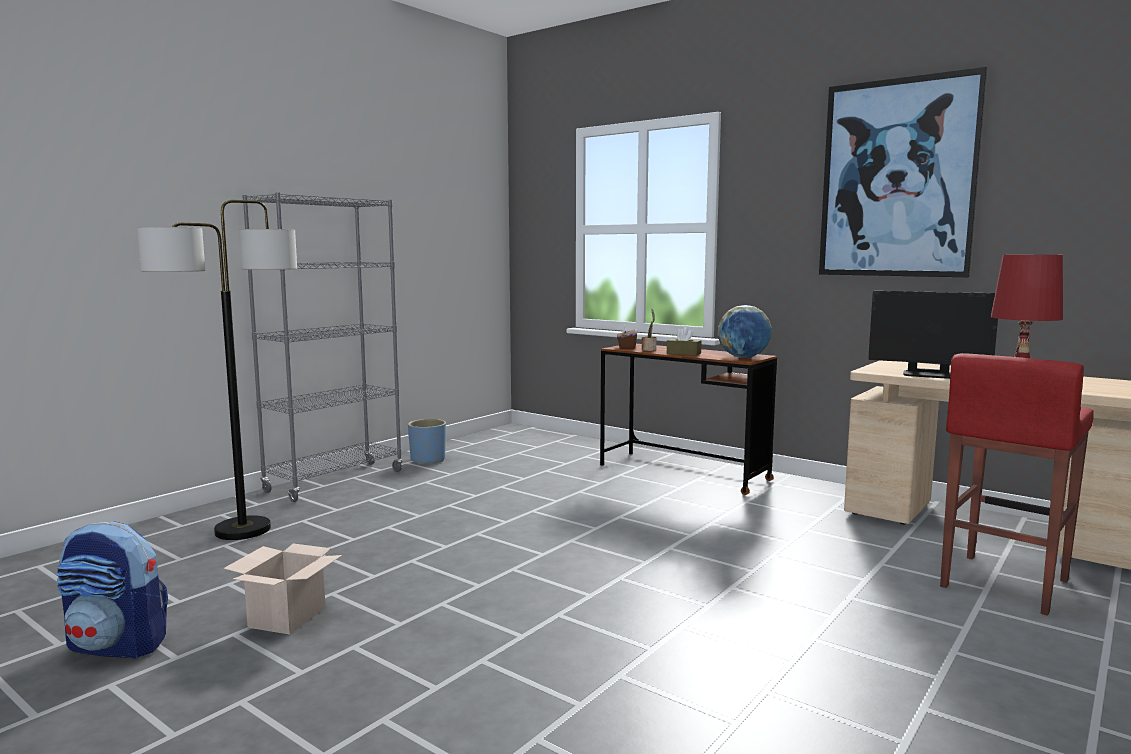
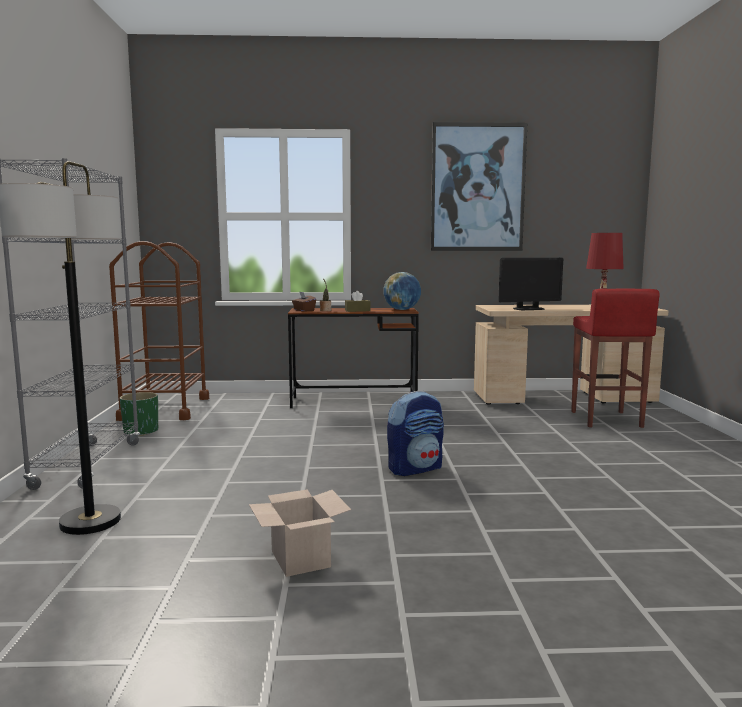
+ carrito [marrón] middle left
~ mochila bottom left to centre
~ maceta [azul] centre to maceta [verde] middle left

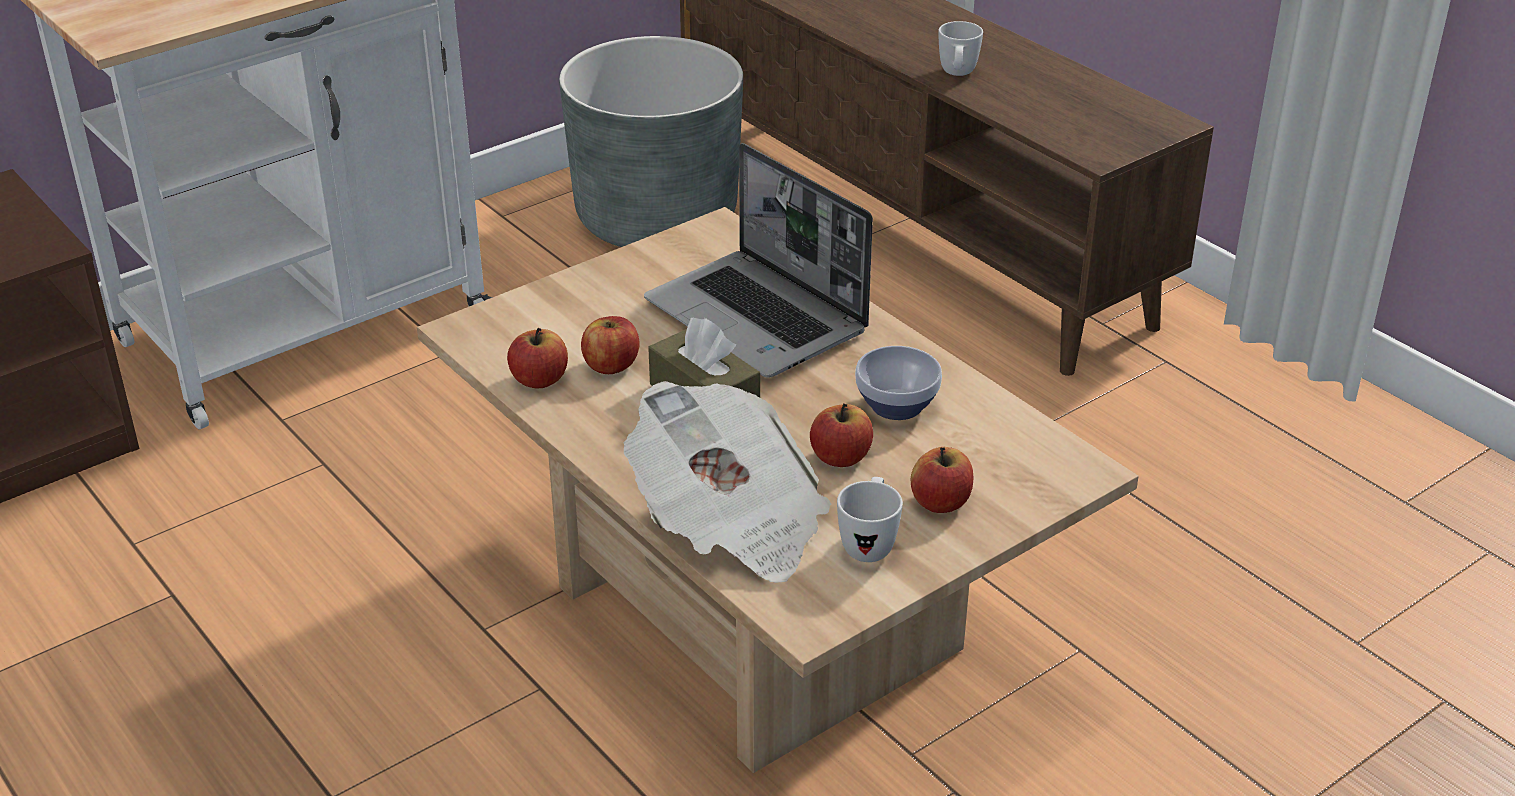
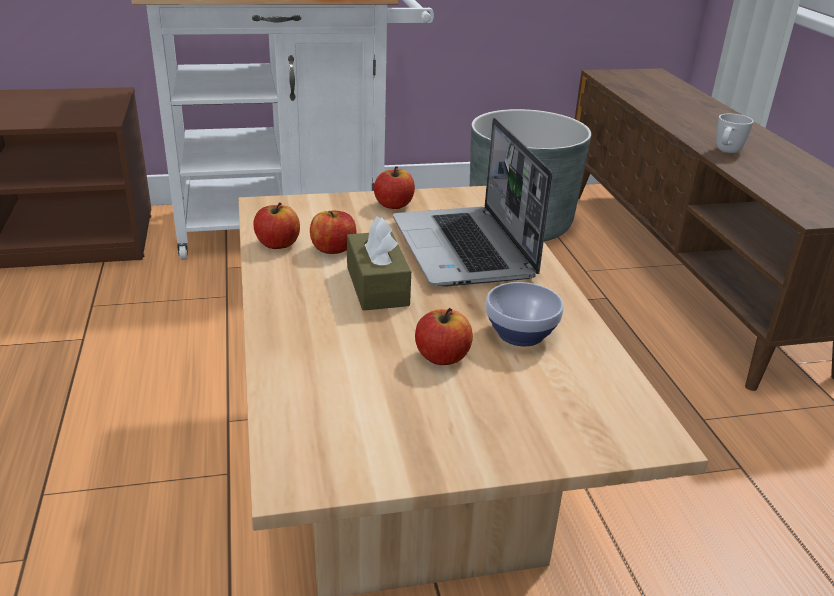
- periódico centre
- taza grande [blanco] (no. 1 from left) centre
~ manzana (no. 4 from left in the first image) centre to manzana (no. 3 from left) top centre

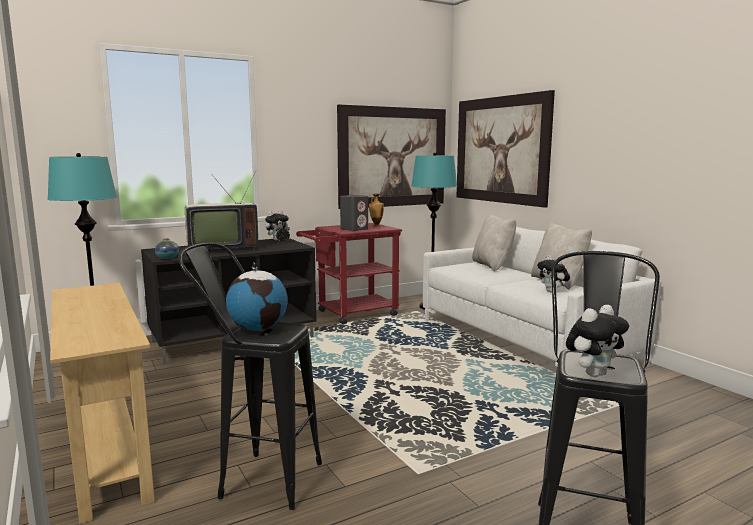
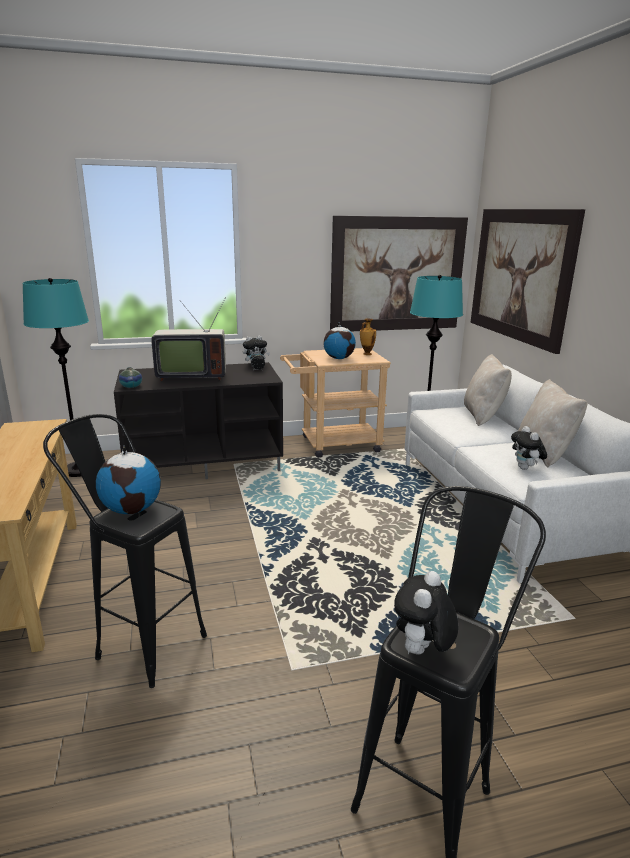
~ altavoz [gris] centre to globo terráqueo (no. 2 from left) centre
~ carrito [rojo] centre to carrito [beis] centre
~ peluche (no. 3 from left in the first image) middle right = bottom right 135 degrees clockwise

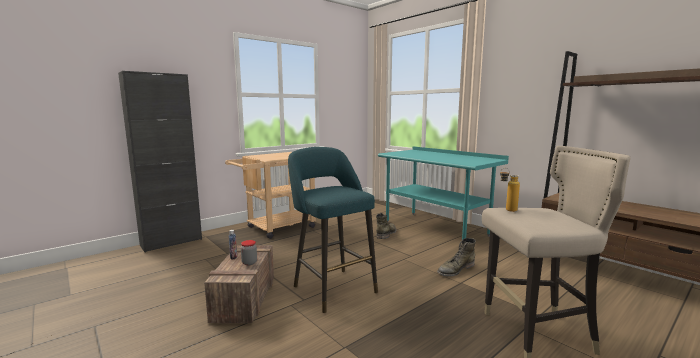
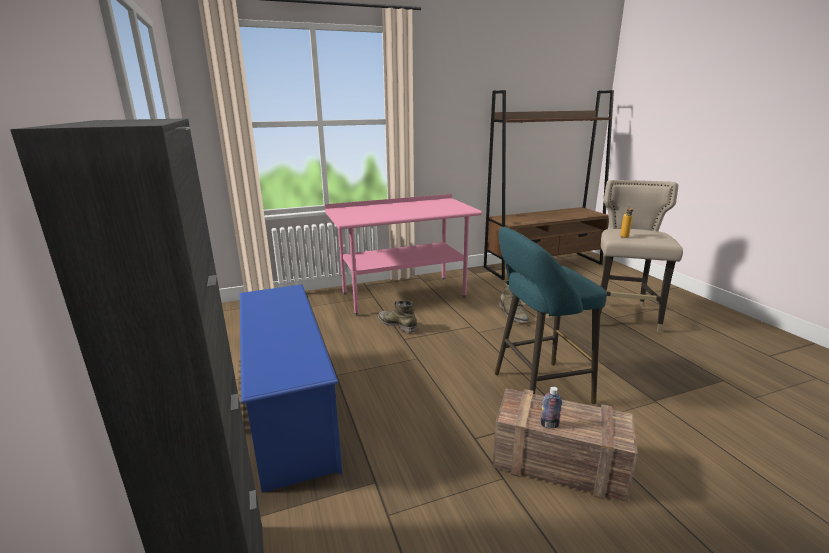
- tarro bottom centre
~ carrito [beis] centre to zapatero [azul] bottom centre
~ escritorio [turquesa] centre to escritorio [rosa] centre

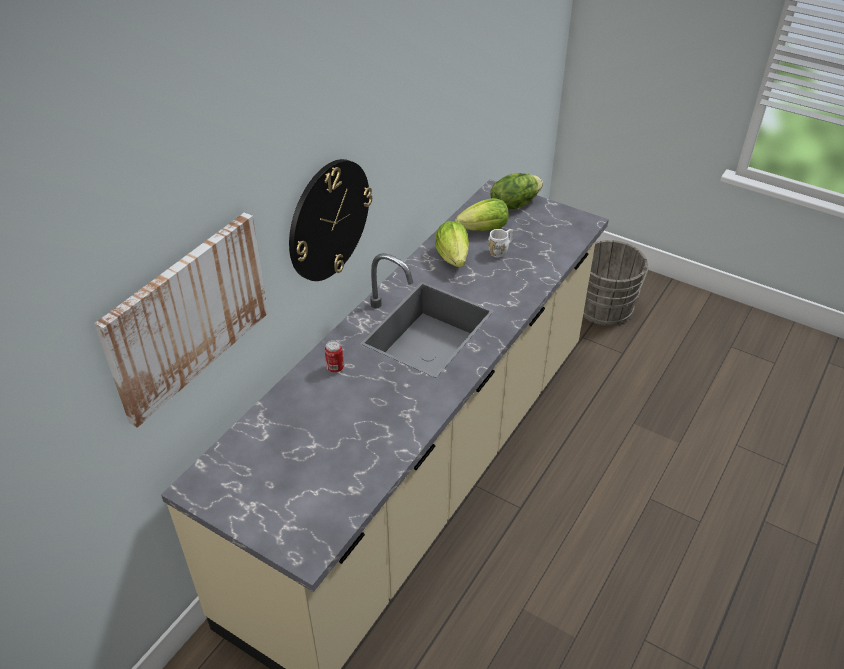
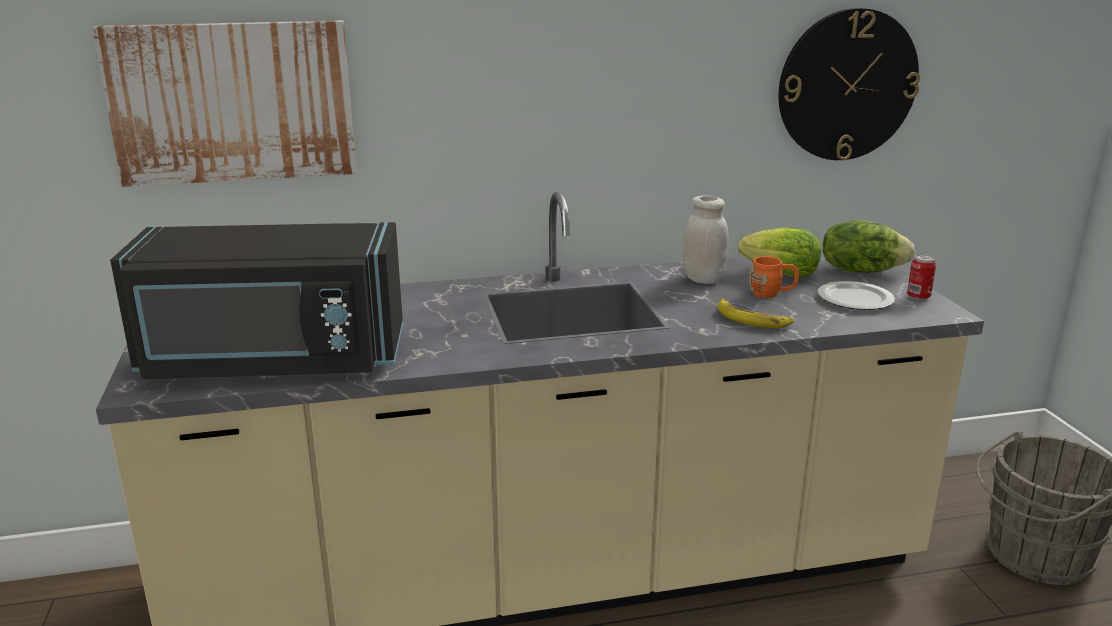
+ microondas [negro] middle left
+ plátano middle right
+ plato middle right
~ reloj de pared top centre to top right
~ lata centre to middle right
~ lechuga (no. 1 from left) centre to tarro [blanco] centre
~ taza grande [blanco] centre to taza grande [naranja] middle right

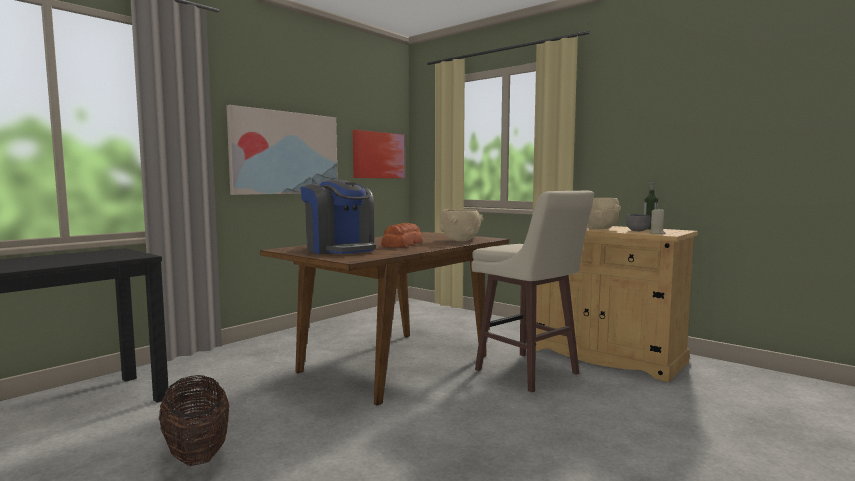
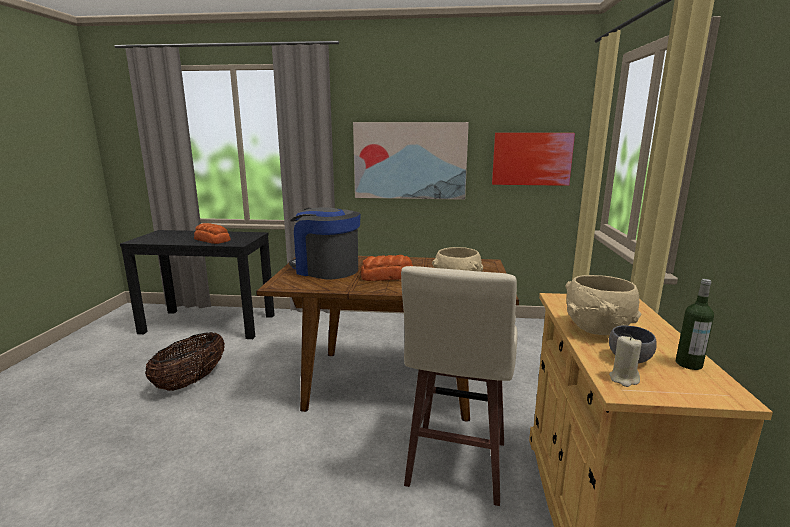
+ pan (no. 1 from left) middle left
~ cafetera centre = centre 105 degrees clockwise

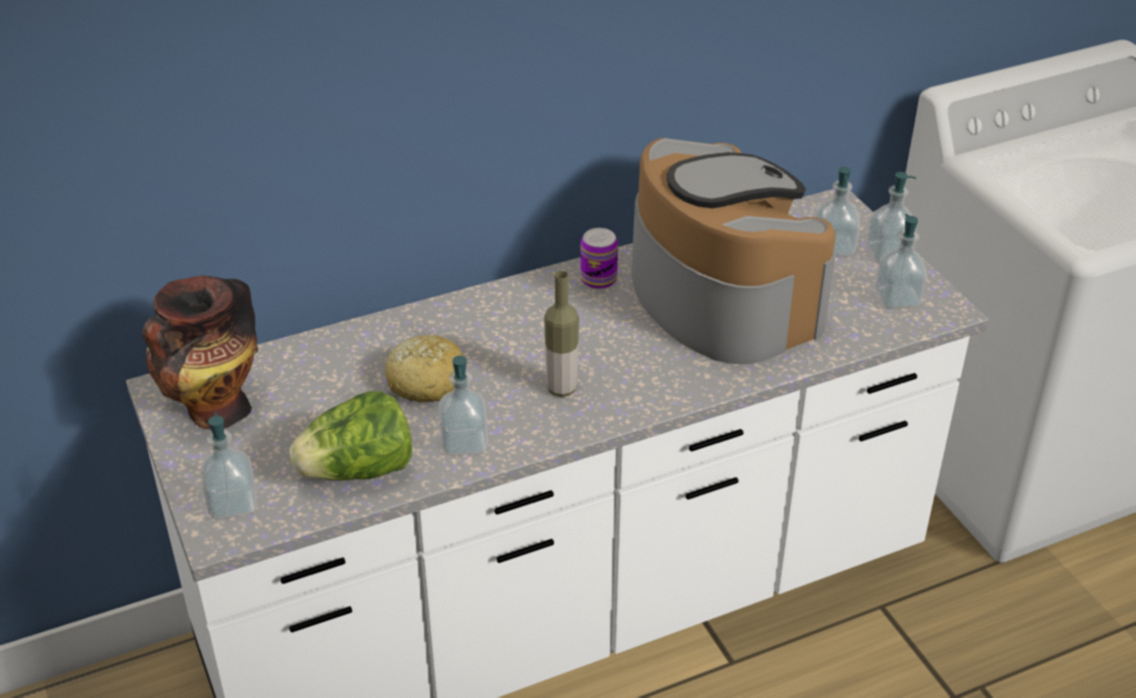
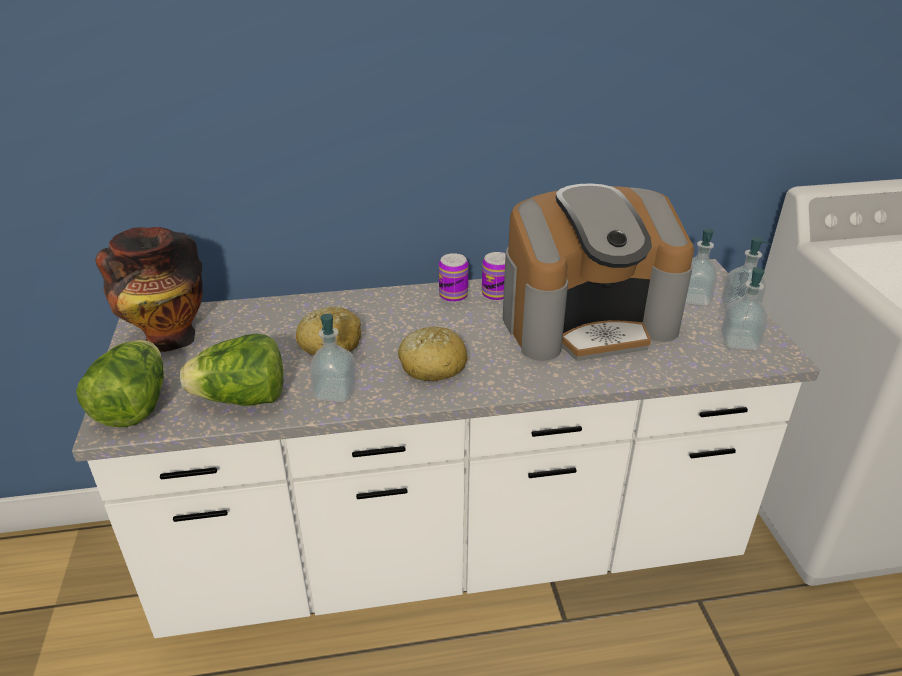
+ lata (no. 1 from left) centre
~ dispensador de jabón (no. 1 from left) middle left to lechuga (no. 1 from left) middle left
~ botella centre to pan (no. 2 from left) centre
~ cafetera centre = centre 90 degrees clockwise

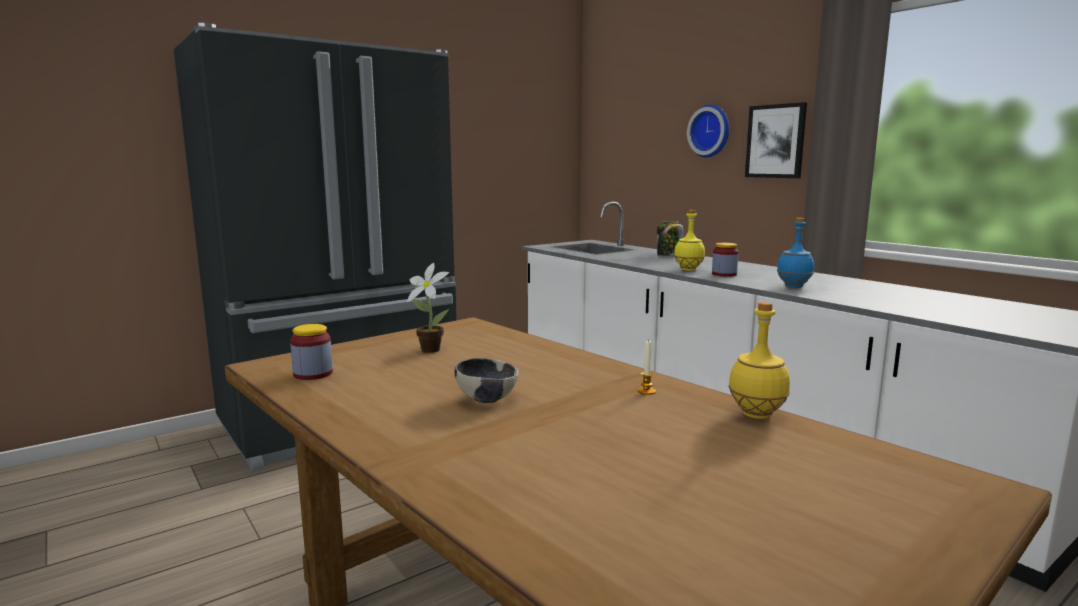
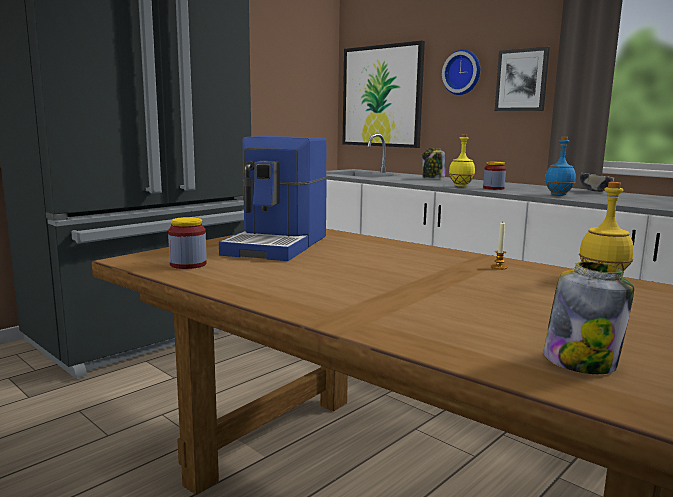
+ cuadro (no. 1 from left) top centre
+ tarro (no. 4 from left) middle right
~ cuenco centre to middle right
~ planta en maceta centre to cafetera centre

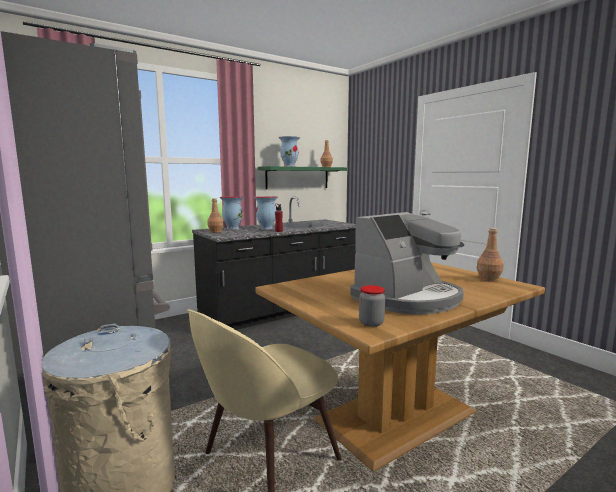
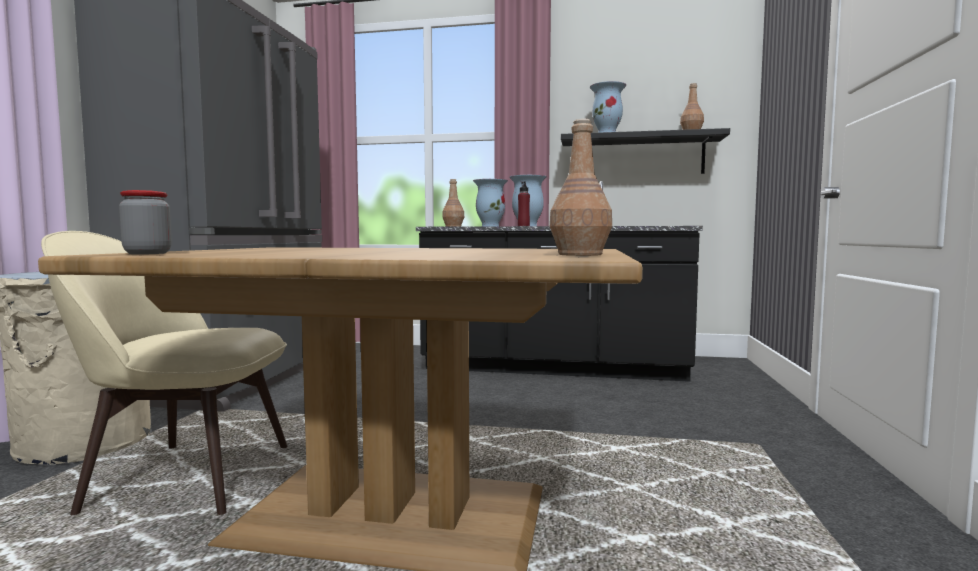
- cafetera centre
~ estante [verde] centre to estante [negro] top centre

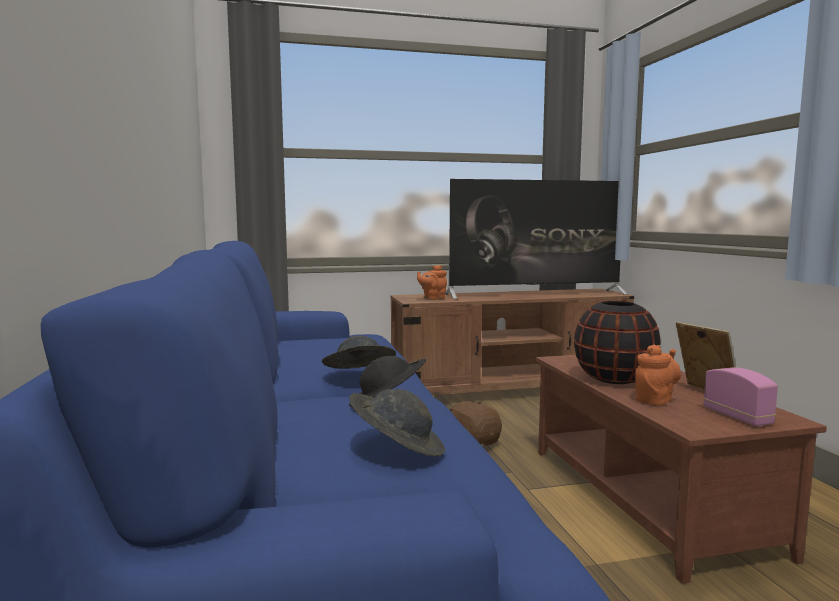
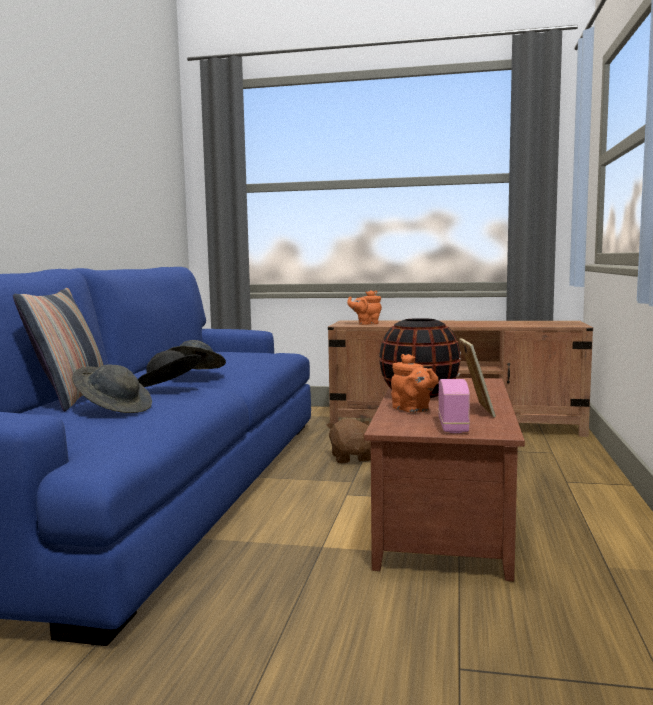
- televisor centre
+ cojín middle left
~ tetera [naranja] (no. 2 from left) middle right = centre 75 degrees clockwise

